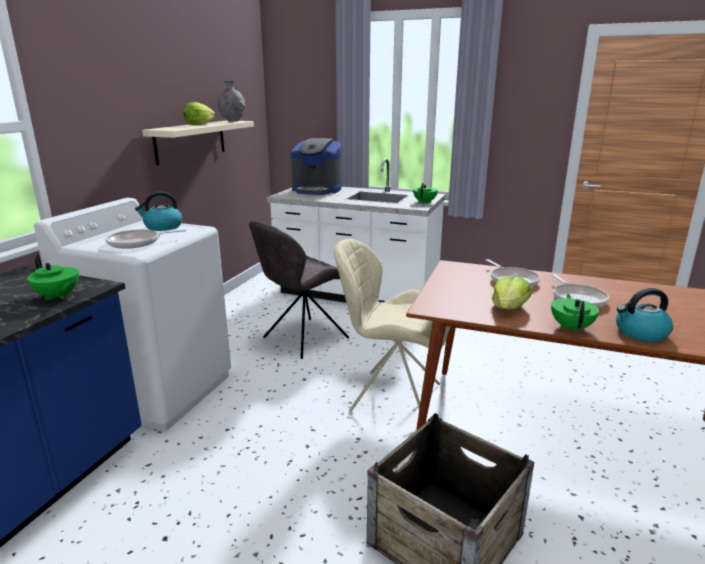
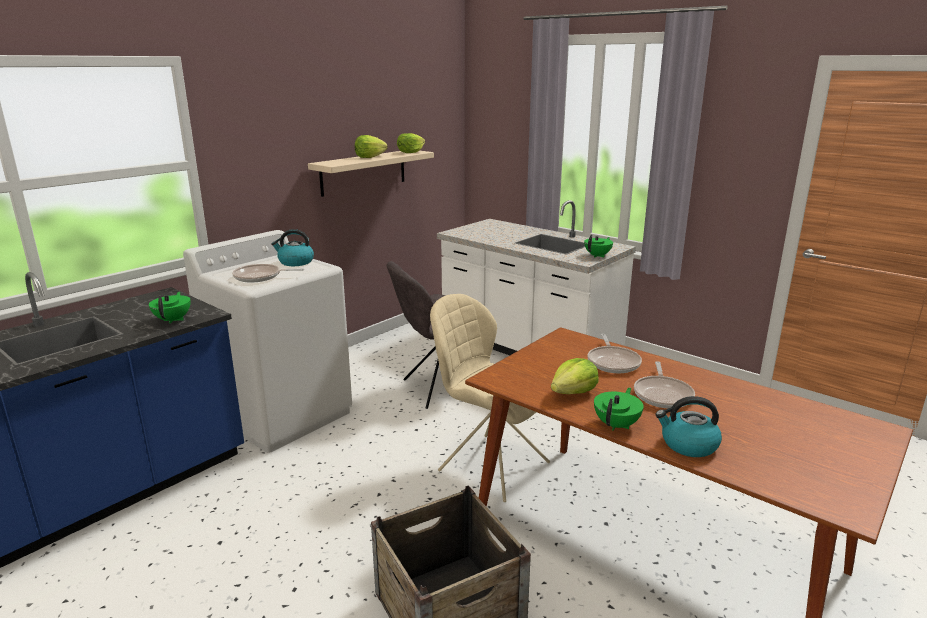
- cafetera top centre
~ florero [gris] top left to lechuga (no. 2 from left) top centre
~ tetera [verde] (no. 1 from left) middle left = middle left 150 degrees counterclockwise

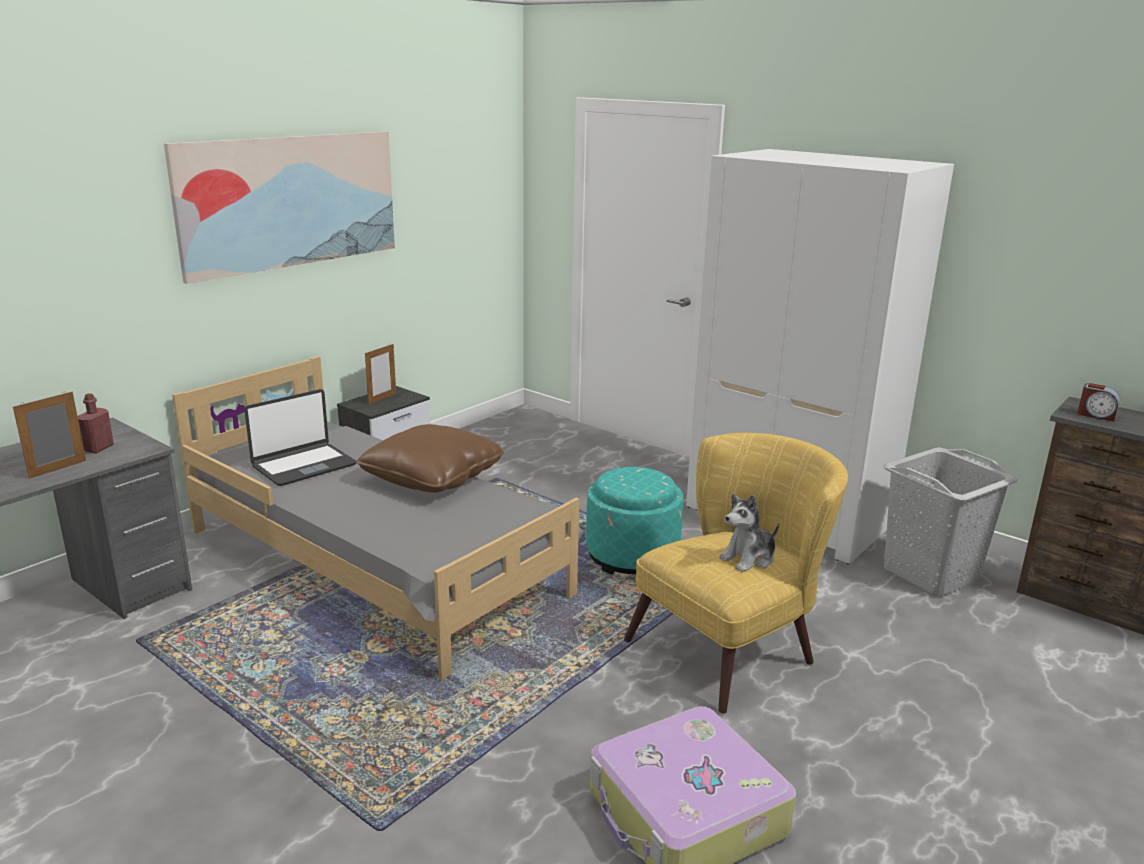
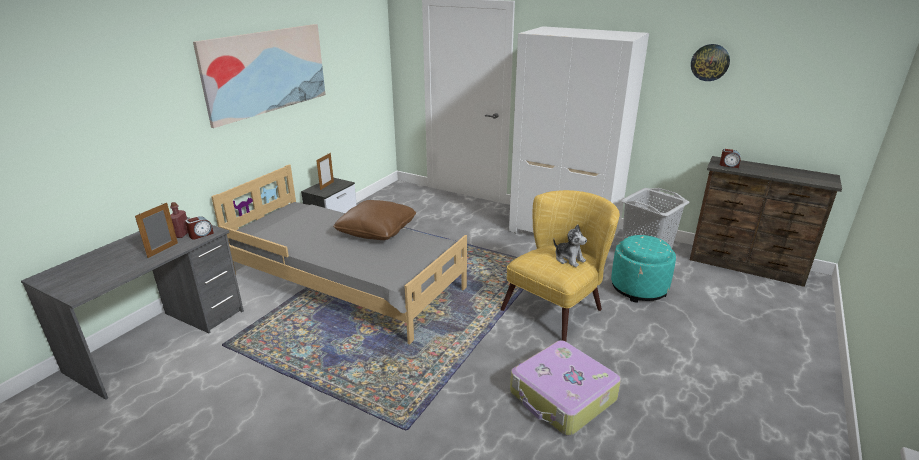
- portátil middle left
+ despertador (no. 1 from left) middle left
+ reloj de pared top right
~ puf [turquesa] centre to middle right
~ peluche centre = centre 90 degrees counterclockwise

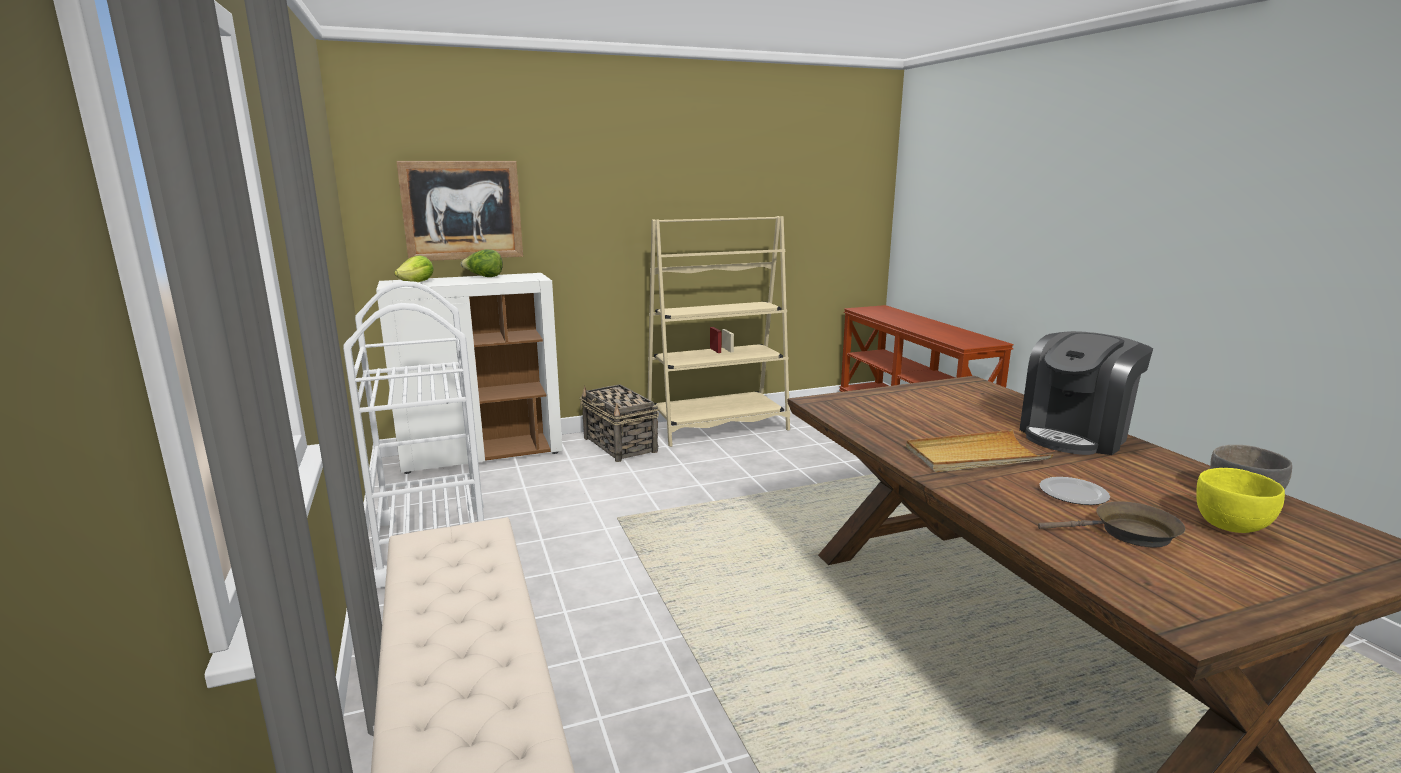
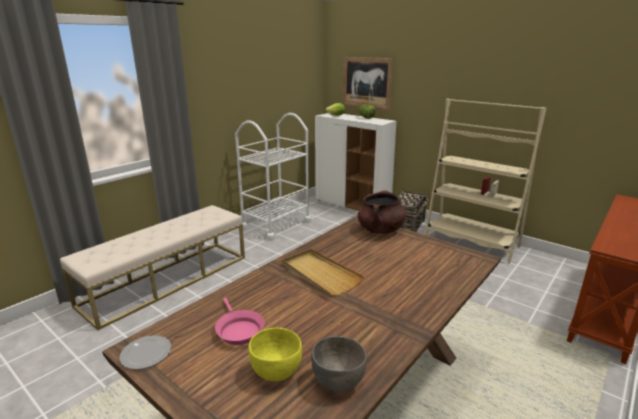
- cafetera middle right
+ olla [marrón] centre
~ plato middle right to bottom left
~ sartén [marrón] bottom right to sartén [rosa] bottom centre

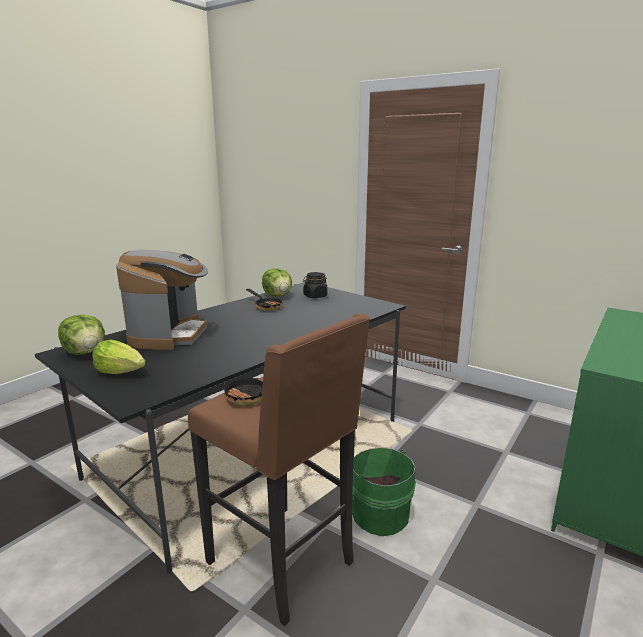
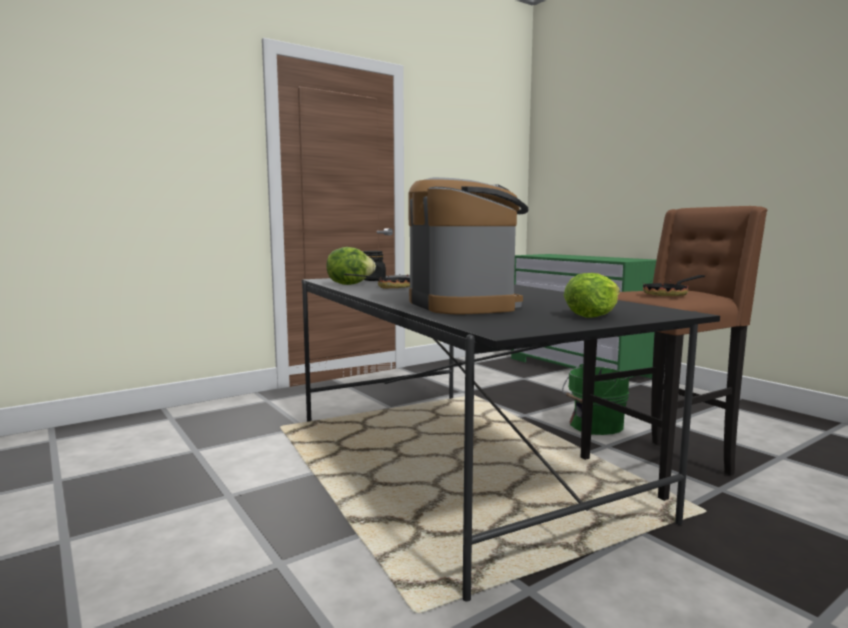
- lechuga (no. 1 from left) middle left
~ cafetera middle left = centre 45 degrees clockwise

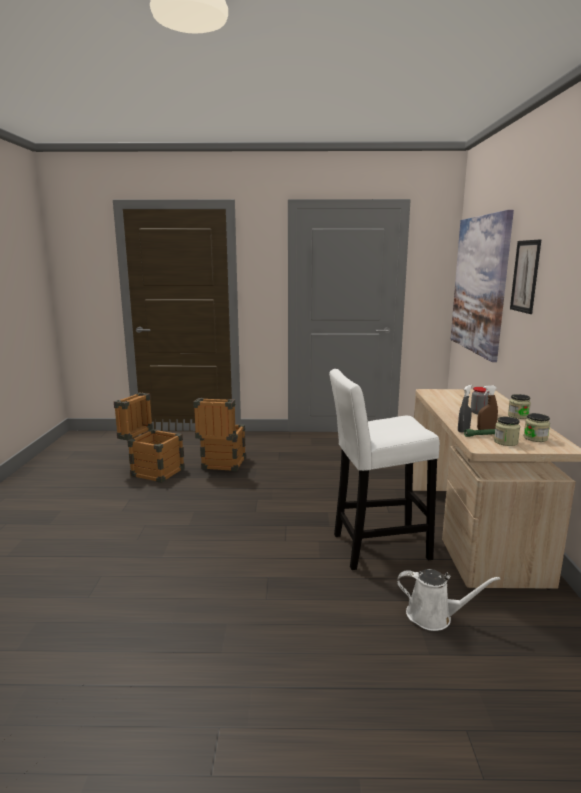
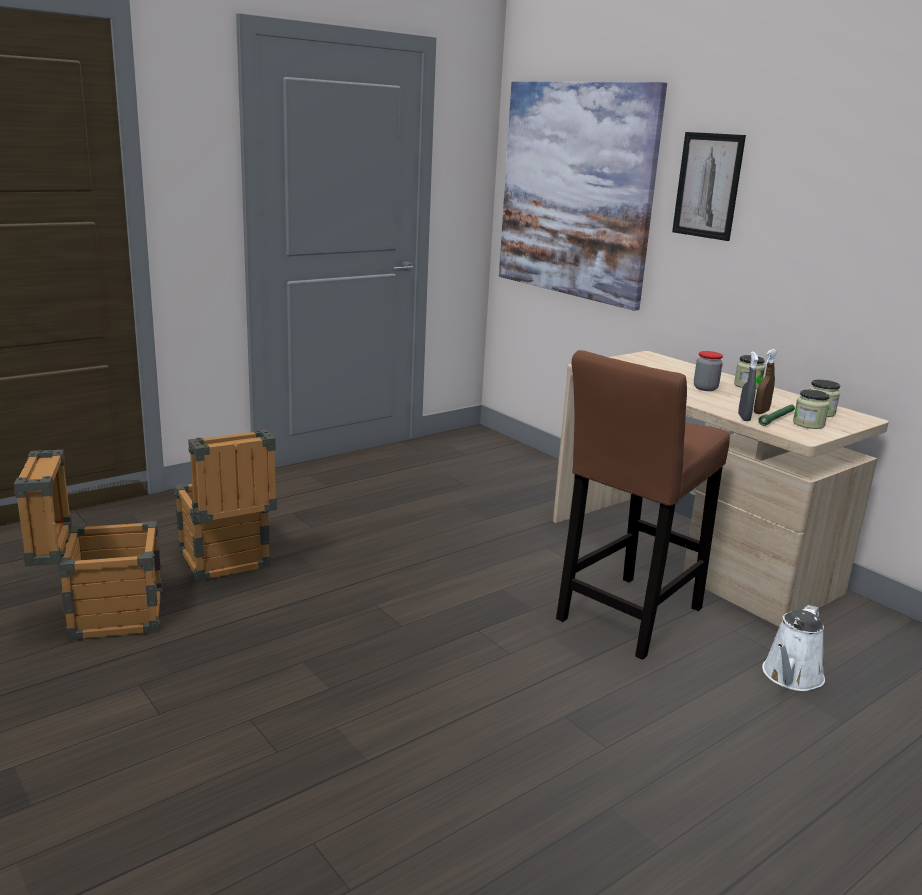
~ taburete [blanco] centre to taburete [marrón] middle right
~ regadera [blanco] bottom right = bottom right 150 degrees clockwise

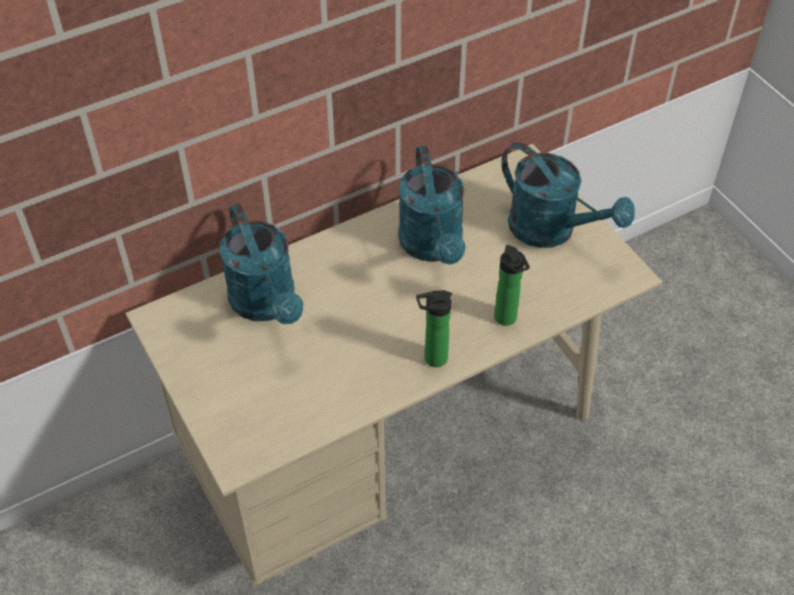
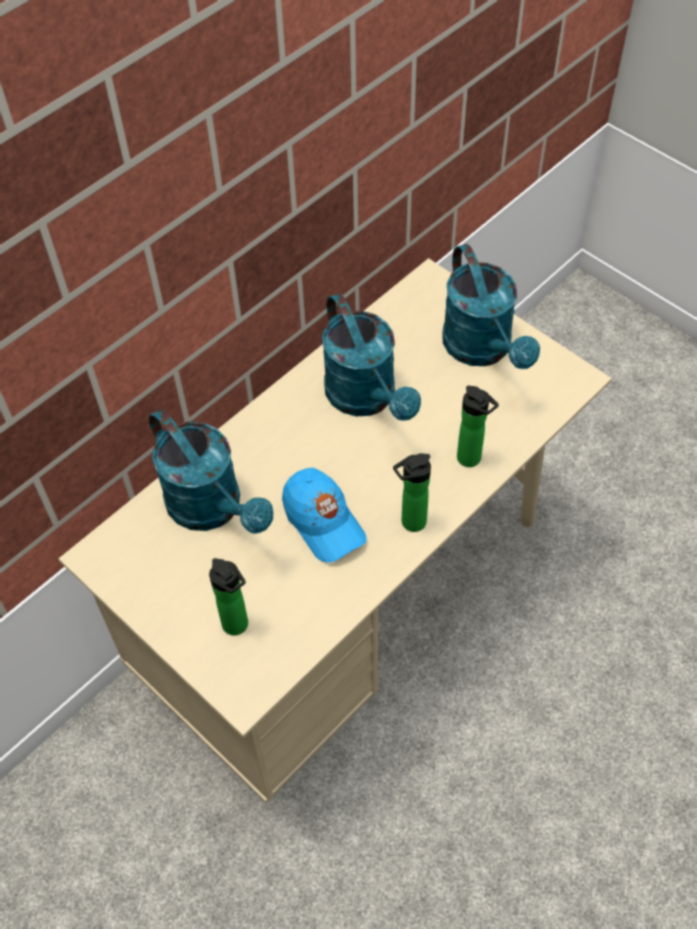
+ botella (no. 1 from left) middle left
+ gorra [azul] centre
~ regadera [turquesa] (no. 3 from left) top right = top right 45 degrees clockwise

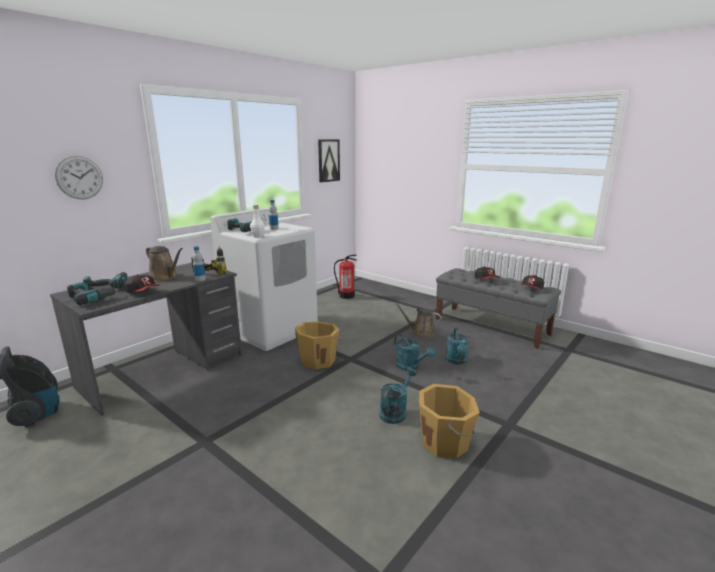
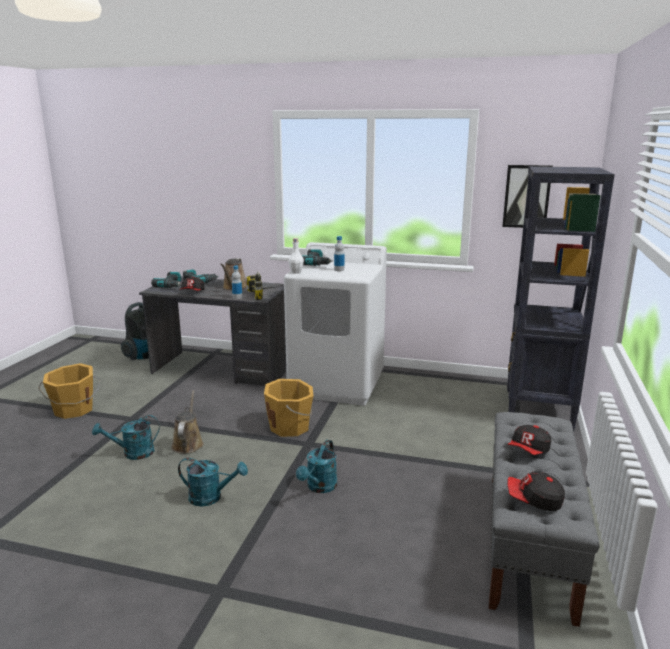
- reloj de pared top left
- extintor centre
+ estantería [negro] middle right
~ regadera [marrón] (no. 2 from left in the first image) centre to regadera [marrón] (no. 1 from left) middle left
~ cubo [naranja] (no. 2 from left in the first image) bottom centre to cubo [naranja] (no. 1 from left) middle left
~ regadera [turquesa] (no. 3 from left in the first image) centre to regadera [turquesa] (no. 1 from left) bottom left

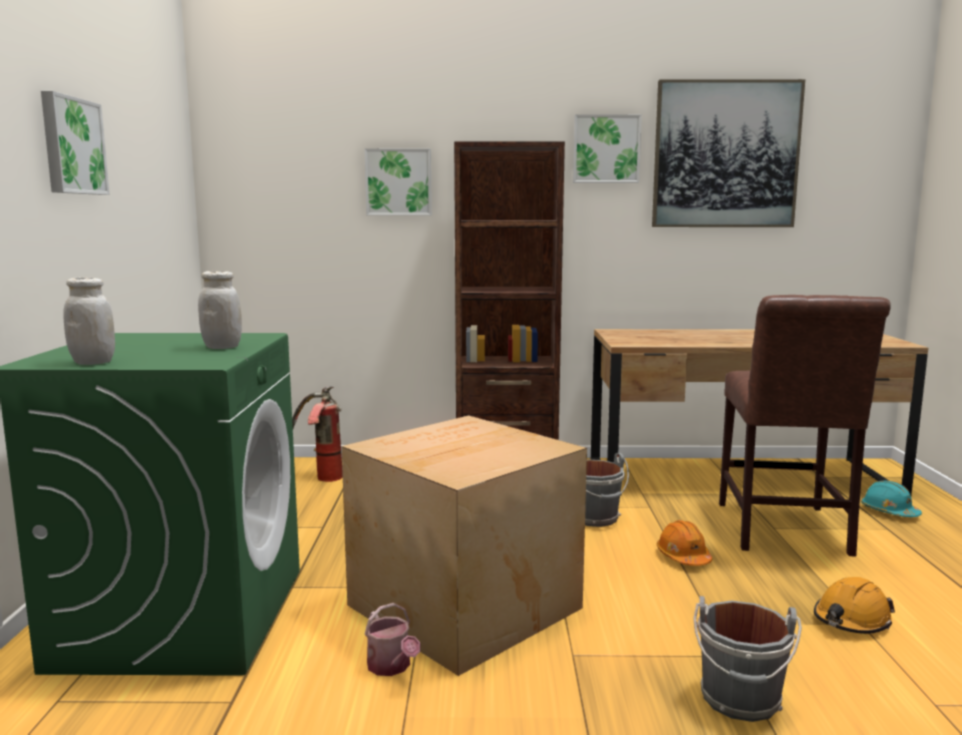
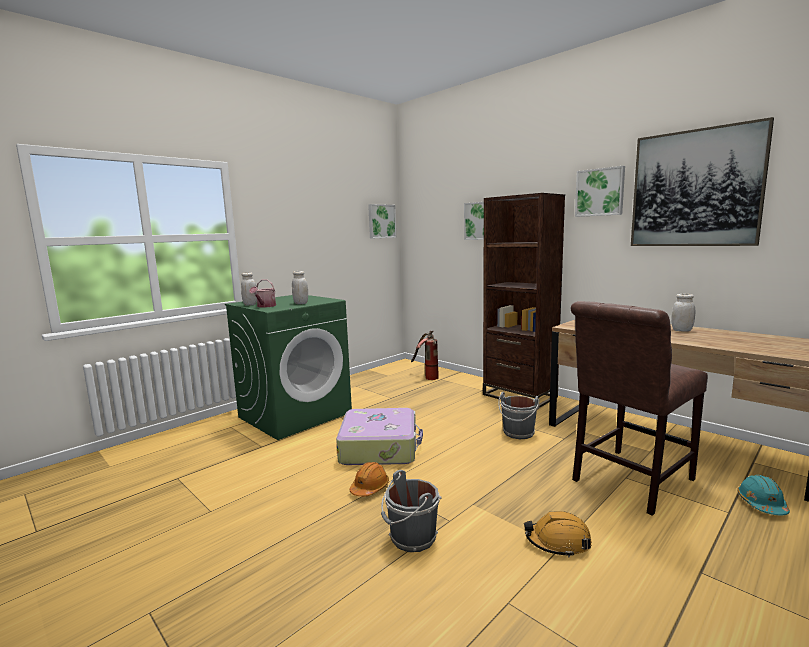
+ tarro [blanco] (no. 3 from left) middle right
~ cuadro (no. 1 from left) top left to centre
~ regadera bottom centre to middle left
~ casco [naranja] (no. 1 from left) bottom right to bottom centre
~ caja de cartón bottom centre to maleta bottom centre

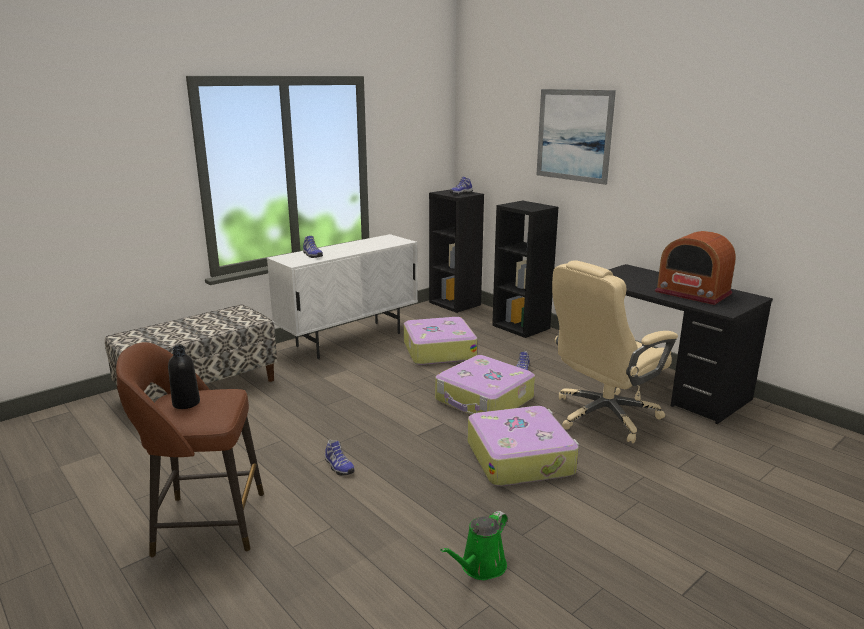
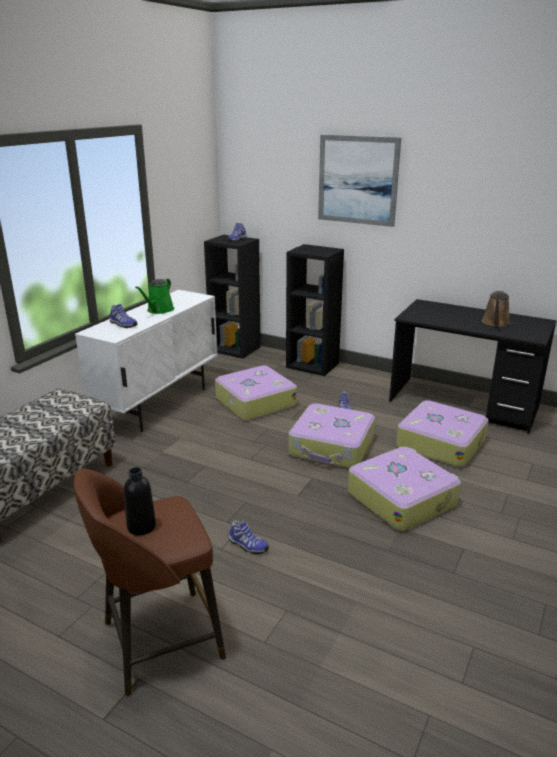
~ regadera [verde] bottom centre to middle left
~ silla de oficina [beis] middle right to maleta (no. 4 from left) middle right
~ radio middle right to regadera [marrón] middle right

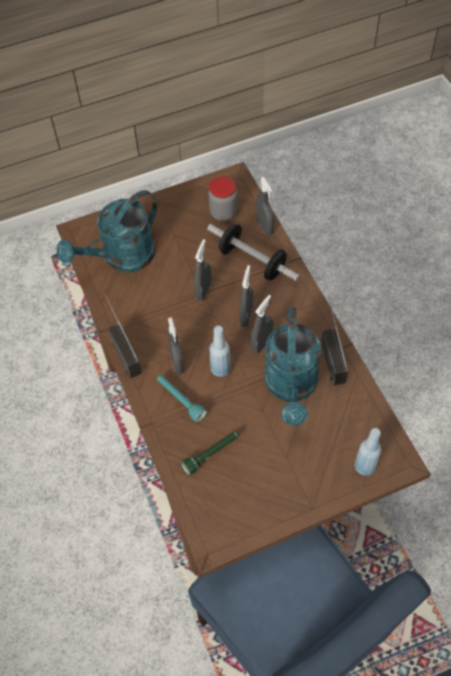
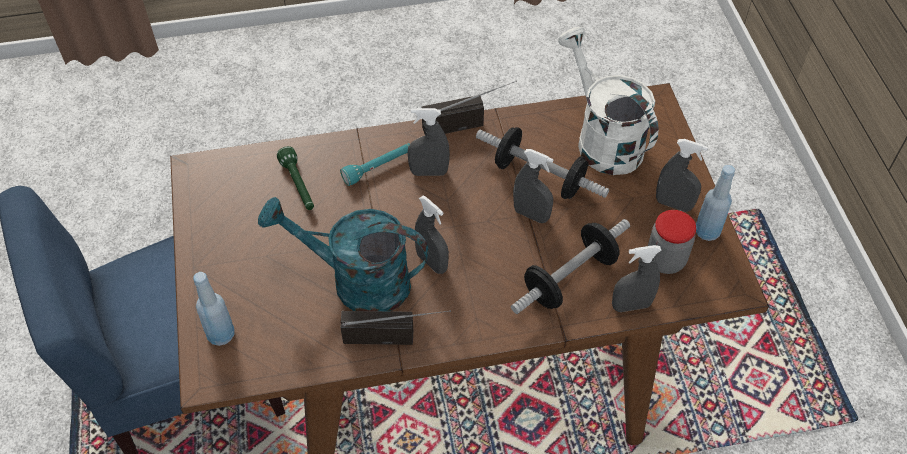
+ mancuerna (no. 1 from left) centre
~ botella [azul] (no. 1 from left in the first image) centre to botella [azul] (no. 2 from left) middle right
~ pulverizador [gris] (no. 3 from left in the first image) centre to pulverizador [gris] (no. 5 from left) middle right
~ regadera [turquesa] (no. 1 from left) middle left to regadera [blanco] top right

